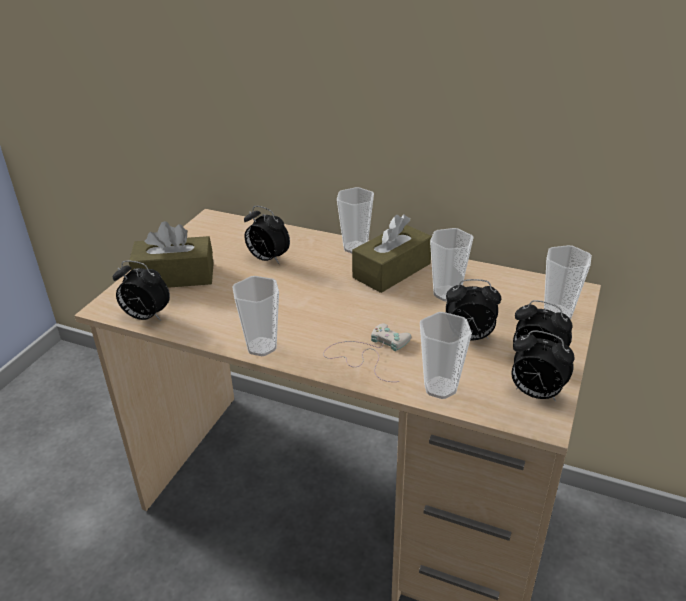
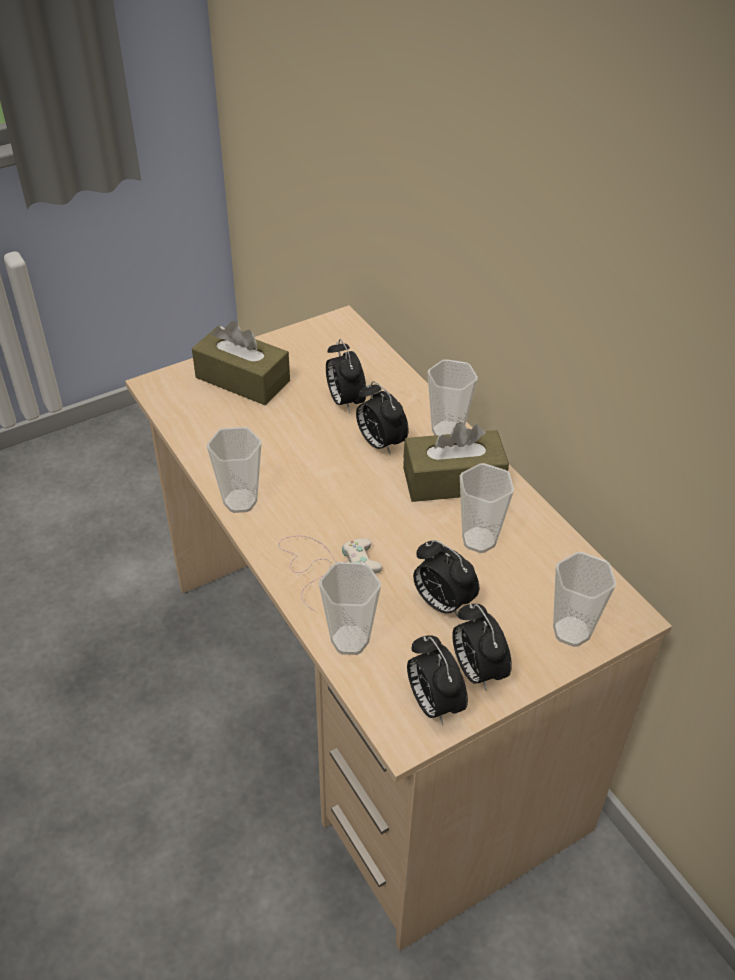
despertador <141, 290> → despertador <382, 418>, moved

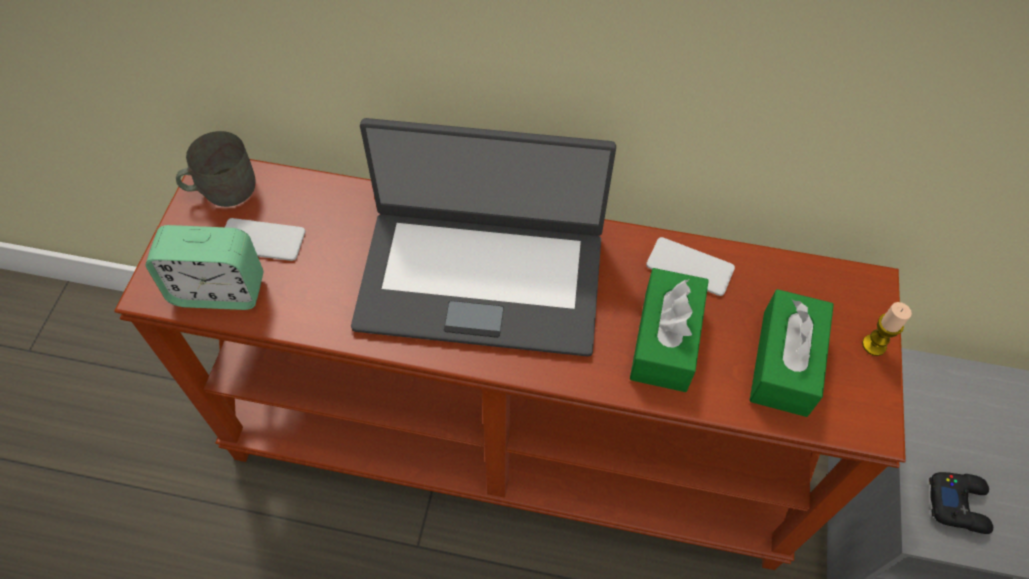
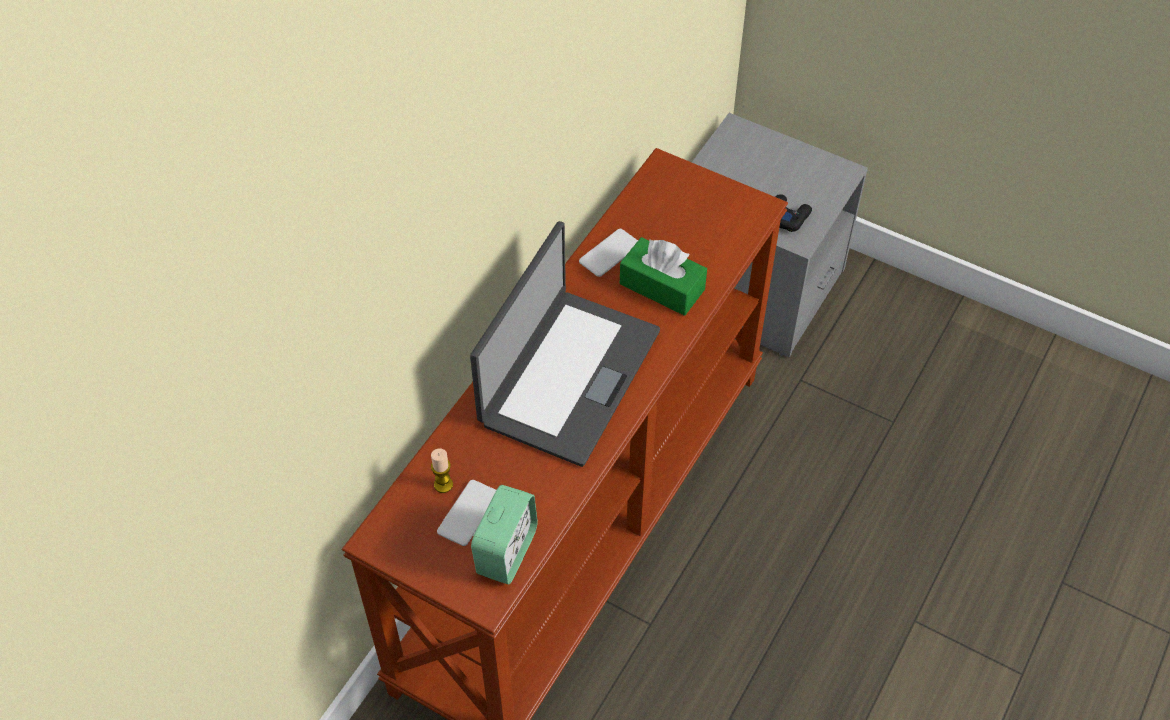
taza grande (gris) <216, 169> → -
caja de pañuelos (verde) <791, 353> → -
vela <887, 329> → vela <442, 471>, moved

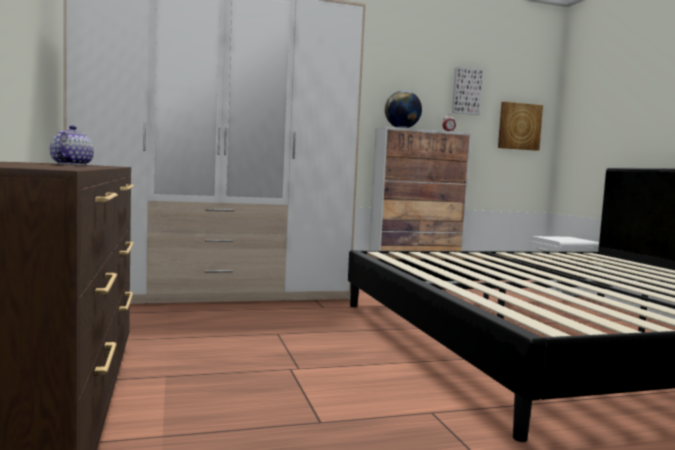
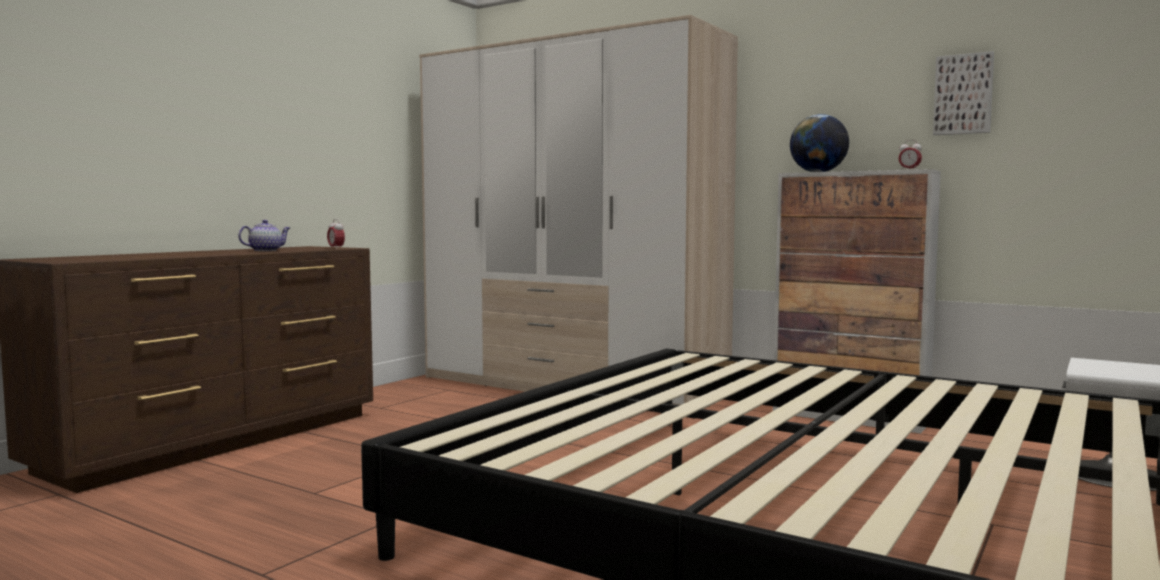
cuadro <520, 126> → -
- → despertador <336, 234>

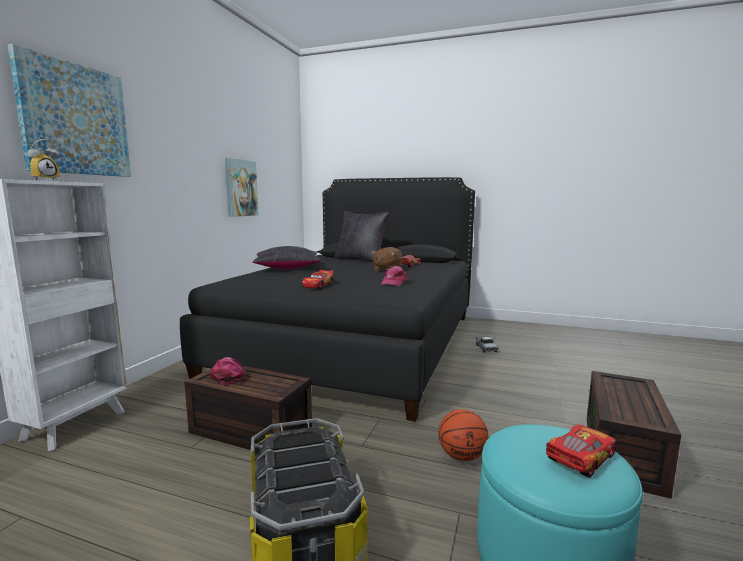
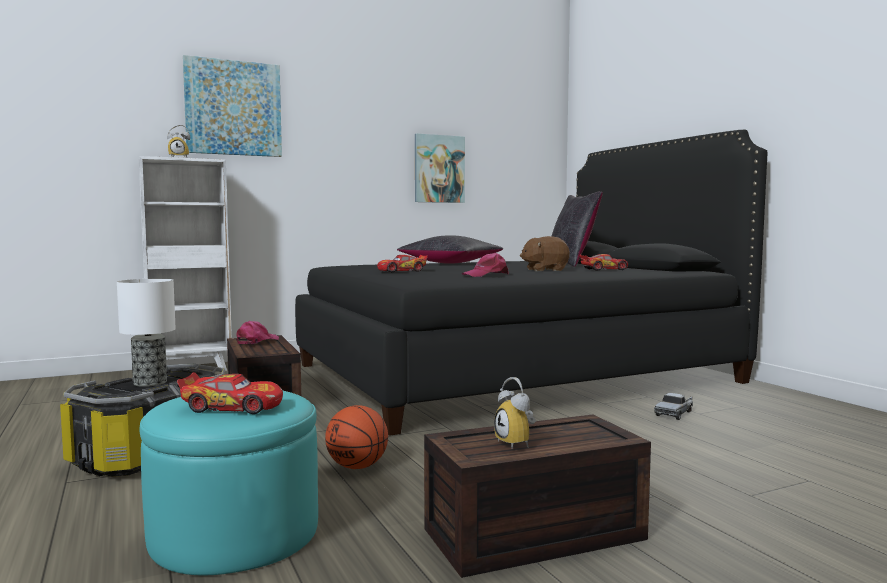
- → lámpara de mesa <146, 333>
- → despertador <515, 412>

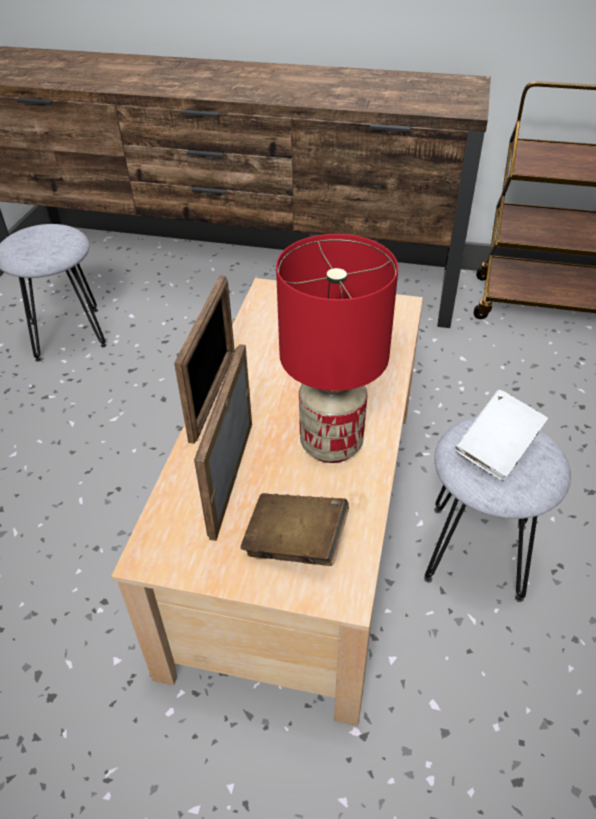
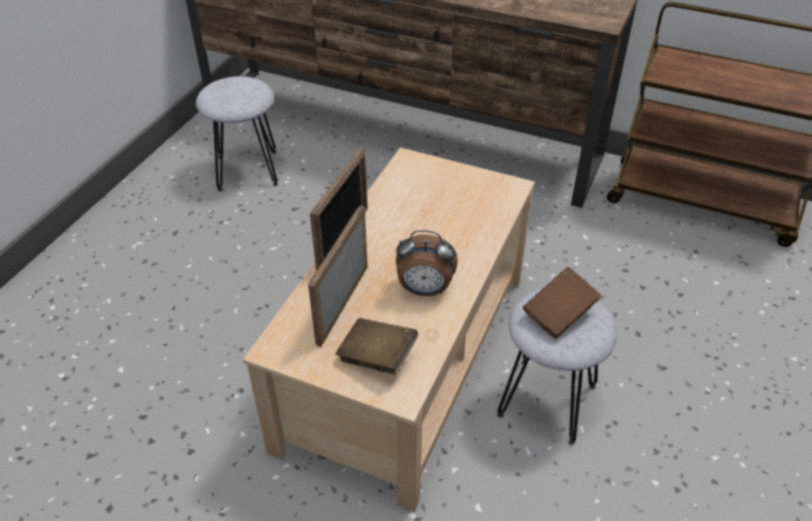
lámpara de mesa (rojo) <337, 348> → despertador <427, 263>
libro (blanco) <501, 435> → libro (marrón) <562, 303>

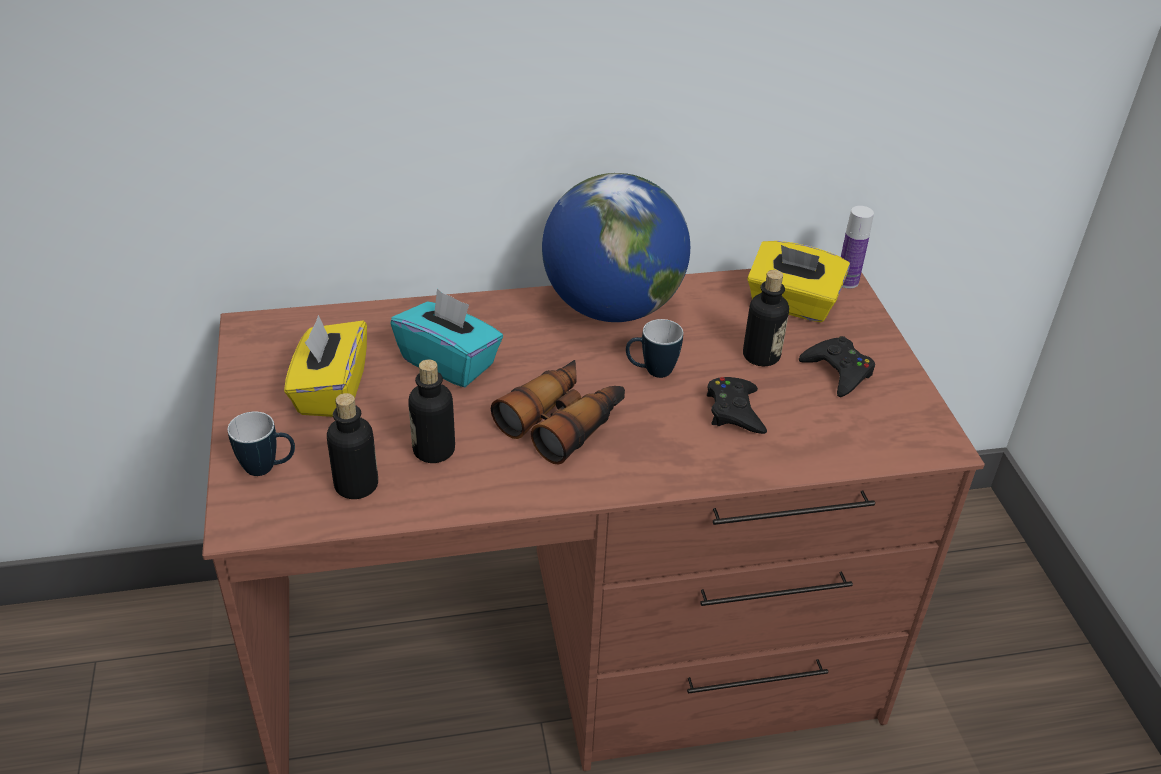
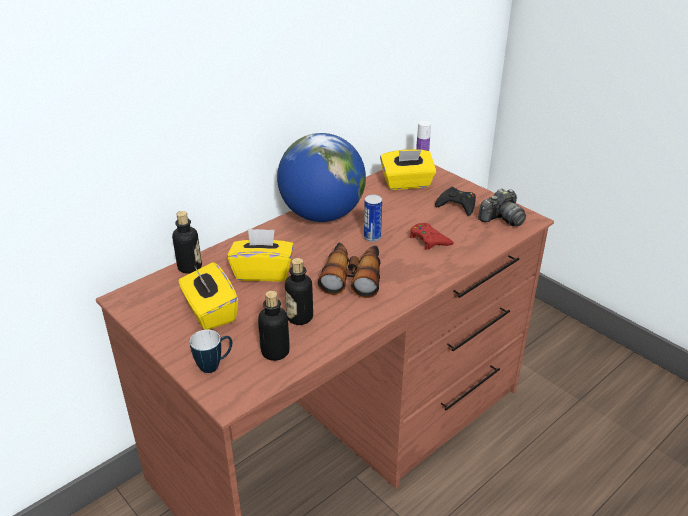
caja de pañuelos (turquesa) <446, 338> → caja de pañuelos (amarillo) <260, 255>
taza grande <654, 348> → lata <373, 218>
mando de consola (negro) <737, 405> → mando de consola (rojo) <432, 236>
botella <766, 318> → botella <187, 242>, moved
- → cámara <502, 207>

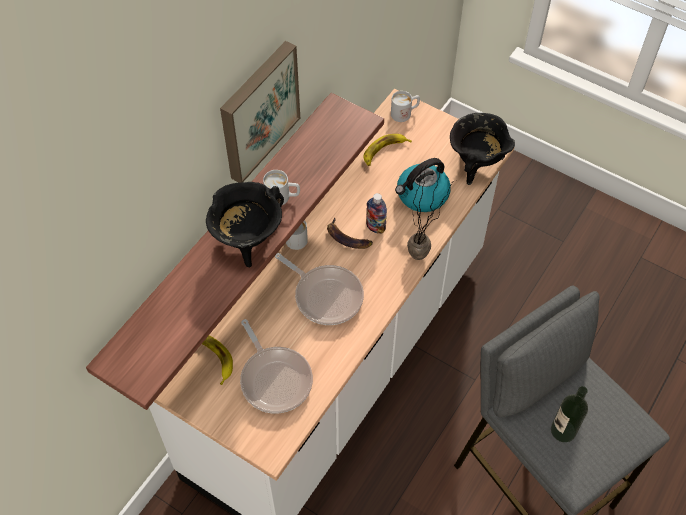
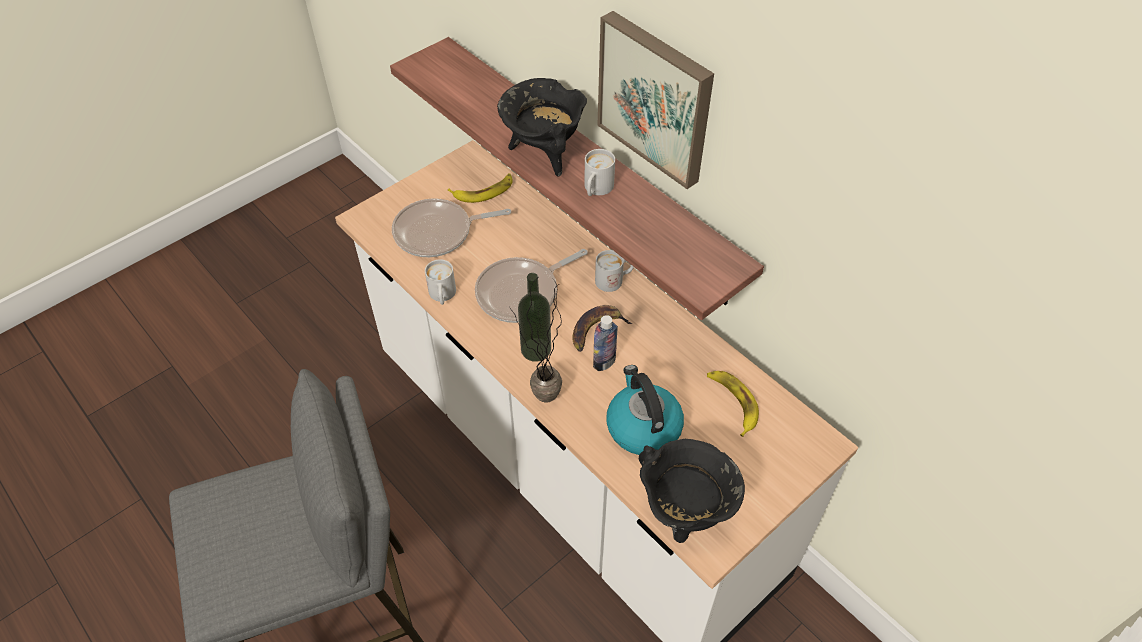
taza grande (blanco) <405, 106> → taza grande (blanco) <440, 282>, moved
botella <569, 414> → botella <534, 317>, moved

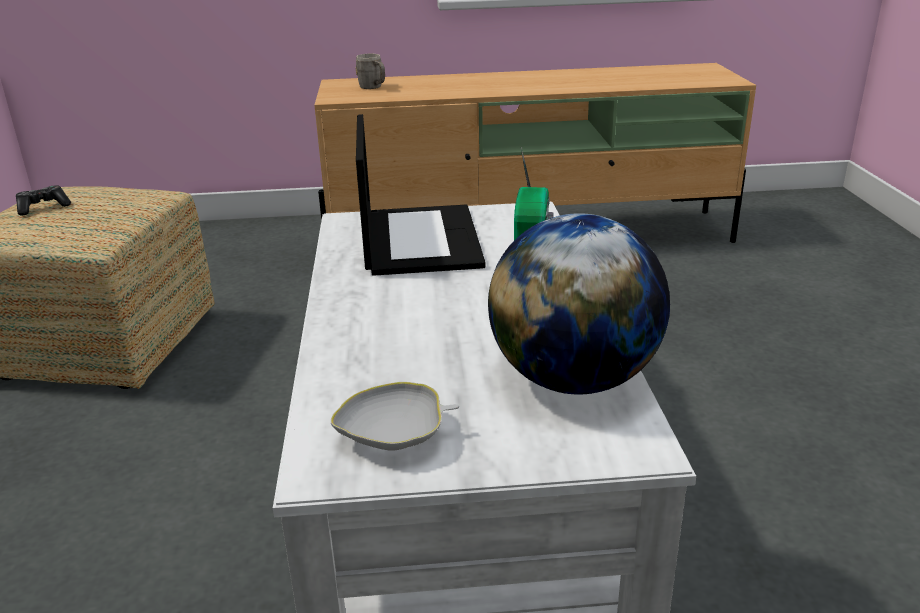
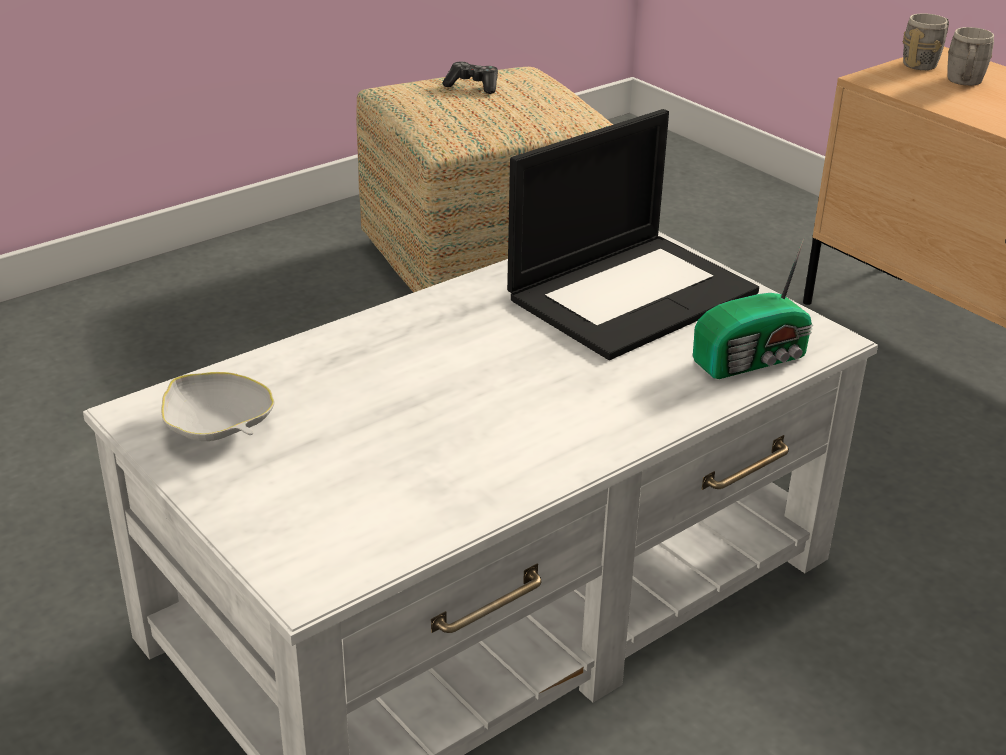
globo terráqueo <579, 303> → -
- → taza grande (gris) <926, 41>

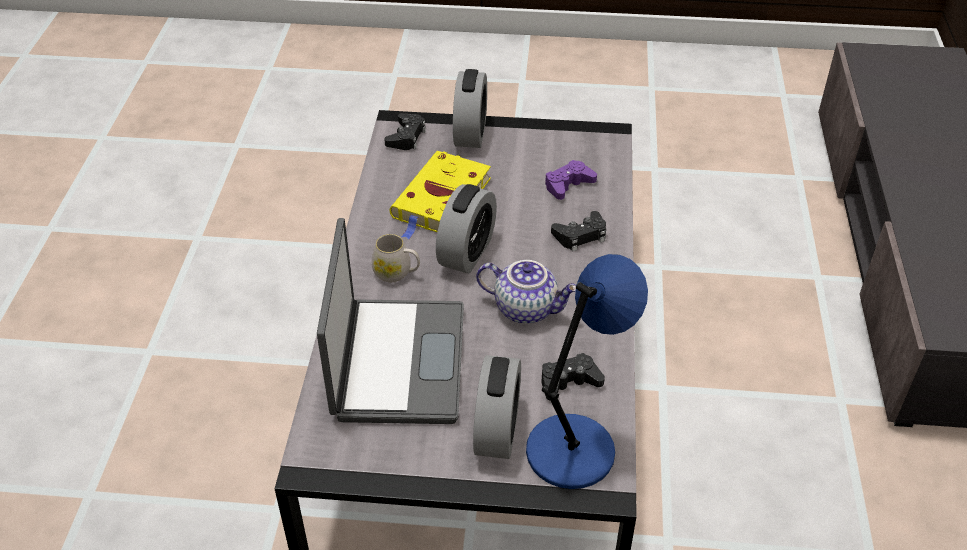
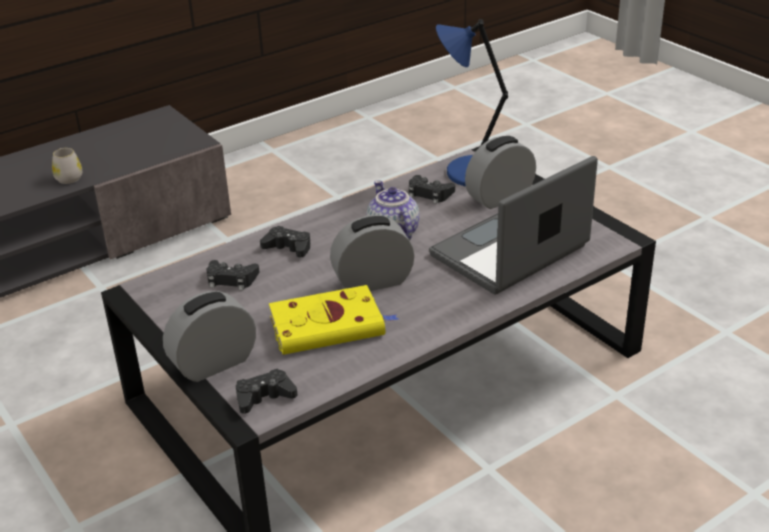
taza grande (blanco) <396, 258> → taza grande (blanco) <67, 166>, moved
mando de consola (morado) <571, 180> → mando de consola (negro) <232, 275>

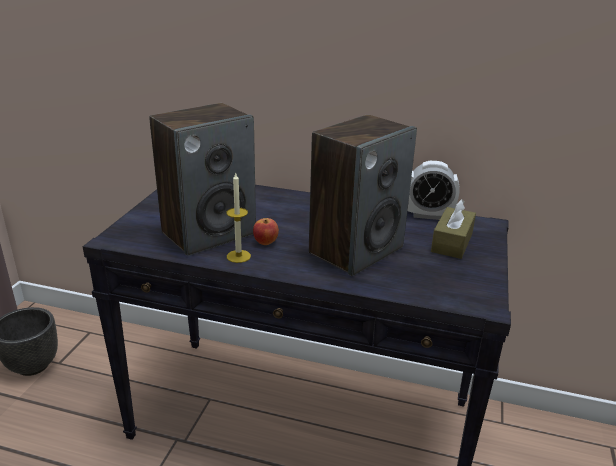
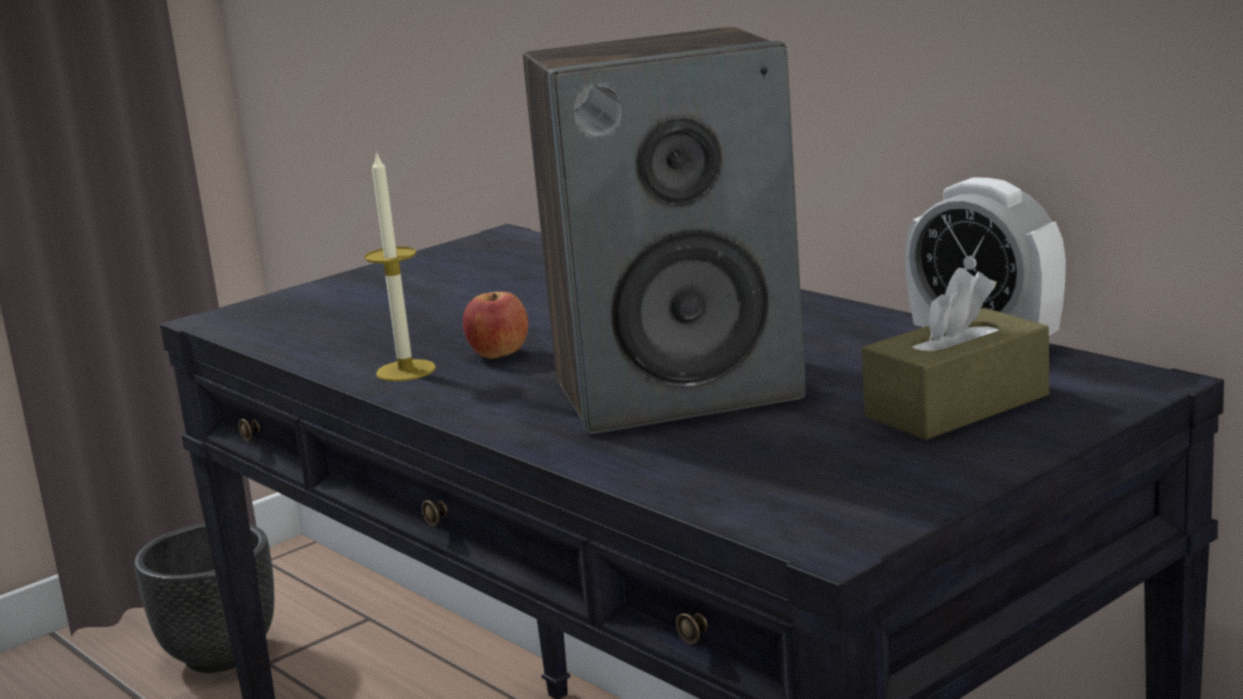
altavoz <202, 179> → -

